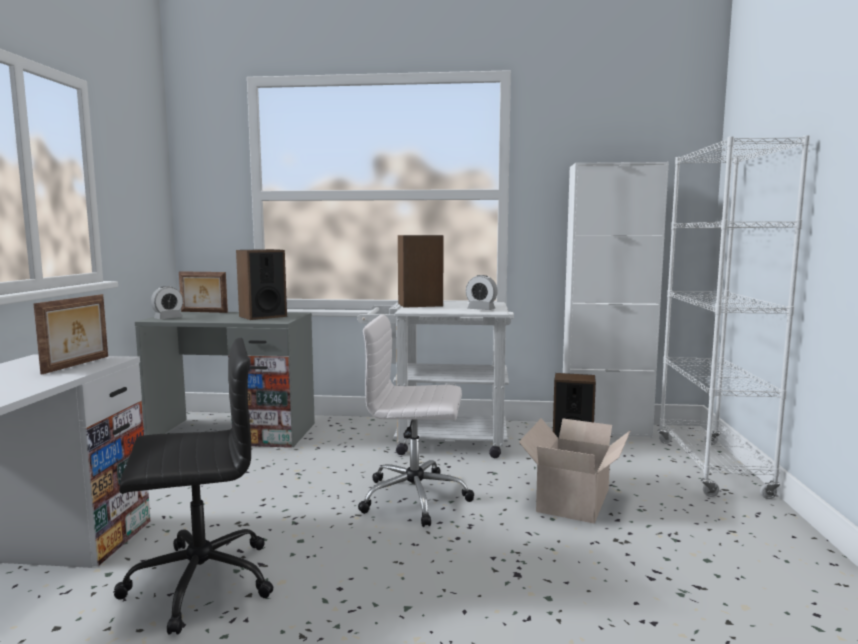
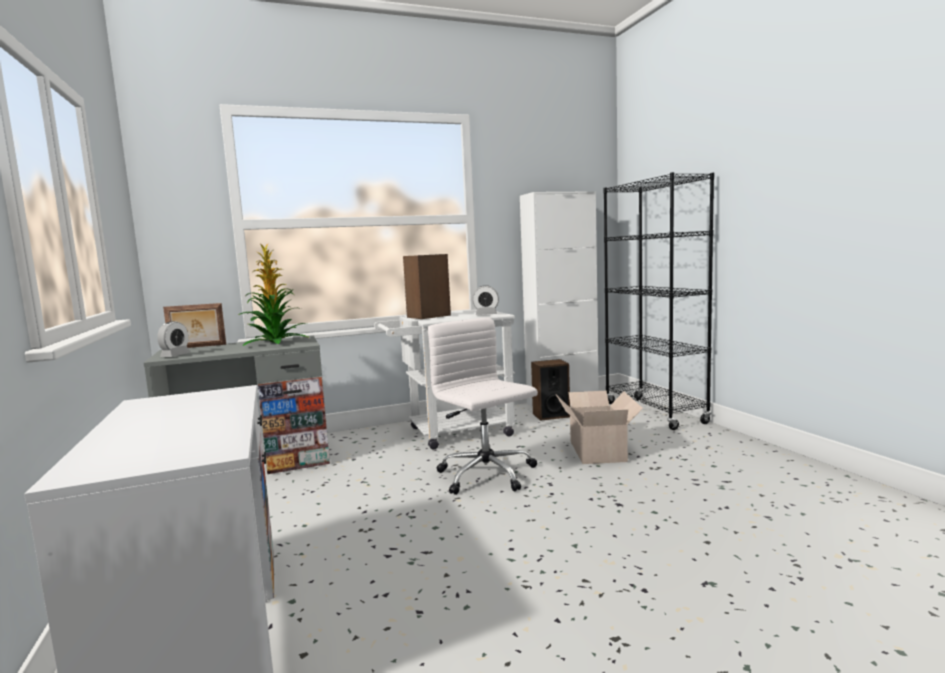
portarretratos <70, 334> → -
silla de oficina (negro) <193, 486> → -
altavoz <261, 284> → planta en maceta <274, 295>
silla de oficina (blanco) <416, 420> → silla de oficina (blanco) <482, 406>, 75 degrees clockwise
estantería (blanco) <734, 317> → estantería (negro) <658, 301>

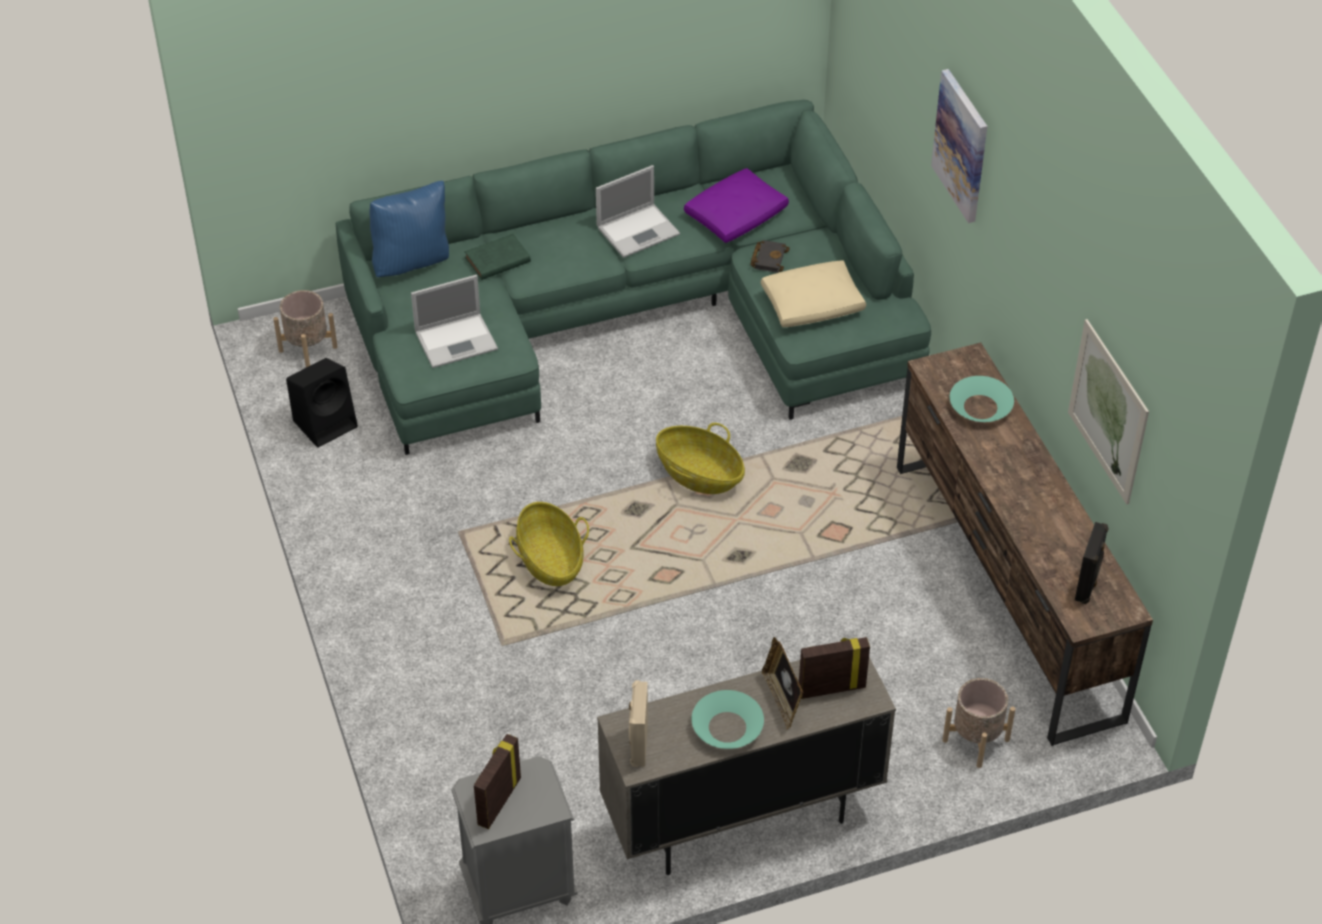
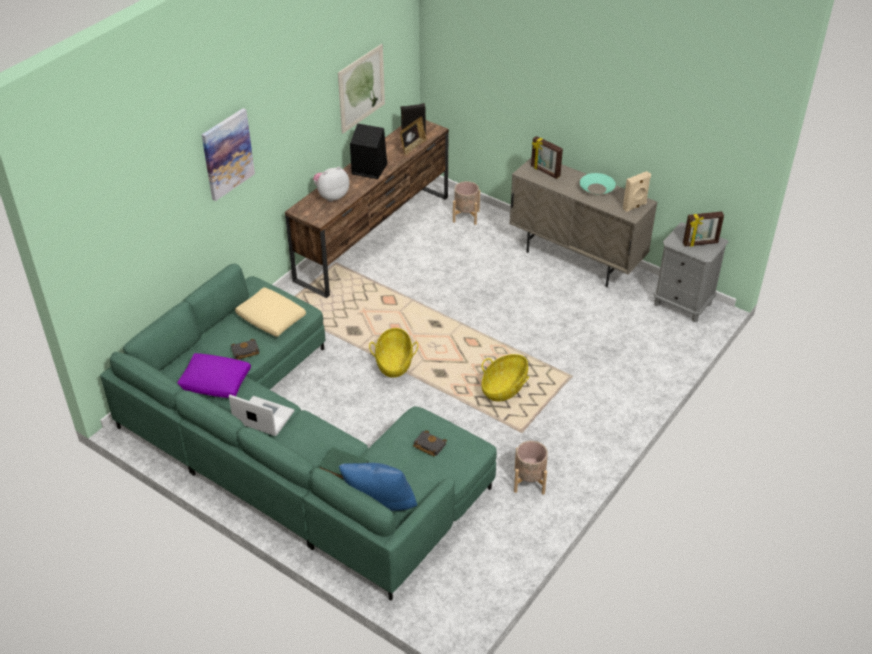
maceta (beis) <305, 329> → maceta (beis) <531, 467>, moved
altavoz (negro) <322, 403> → altavoz (negro) <368, 151>, moved
portátil <454, 321> → libro (negro) <430, 443>
portarretratos <783, 683> → portarretratos <413, 136>, moved
cuenco (turquesa) <982, 399> → peluche <331, 184>

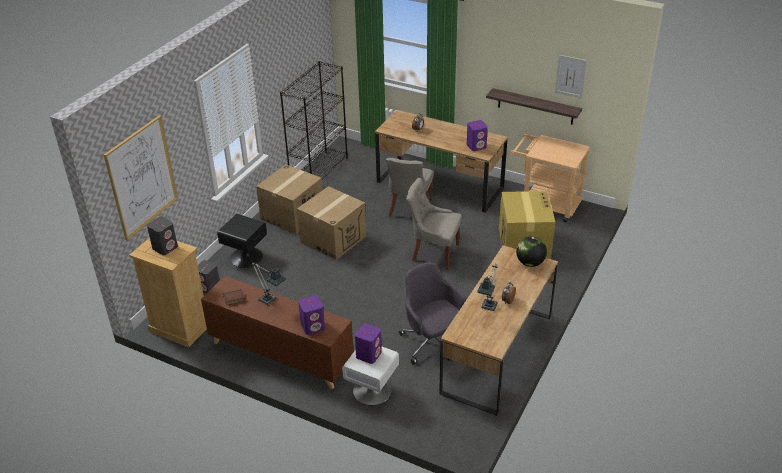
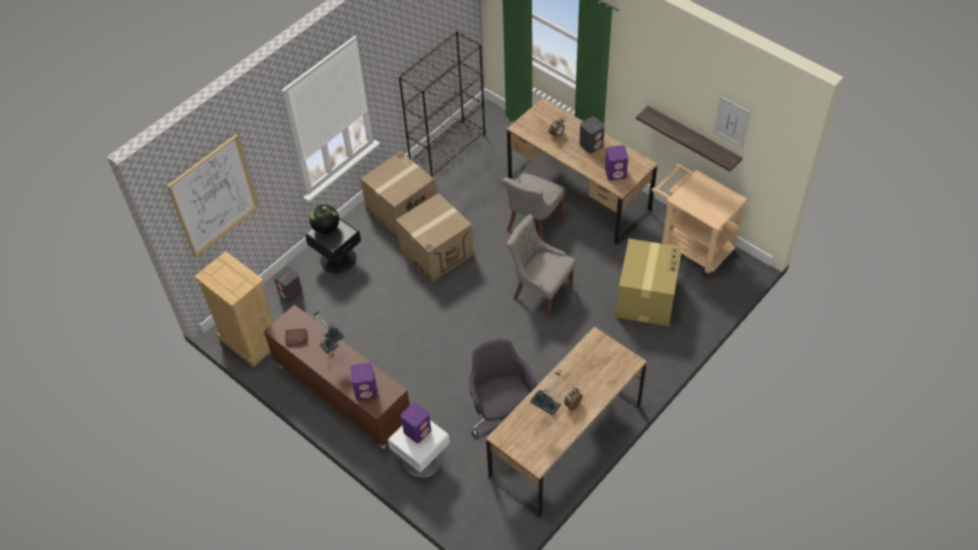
altavoz (gris) <162, 235> → altavoz (gris) <592, 134>, moved
globo terráqueo <531, 252> → globo terráqueo <324, 219>, moved

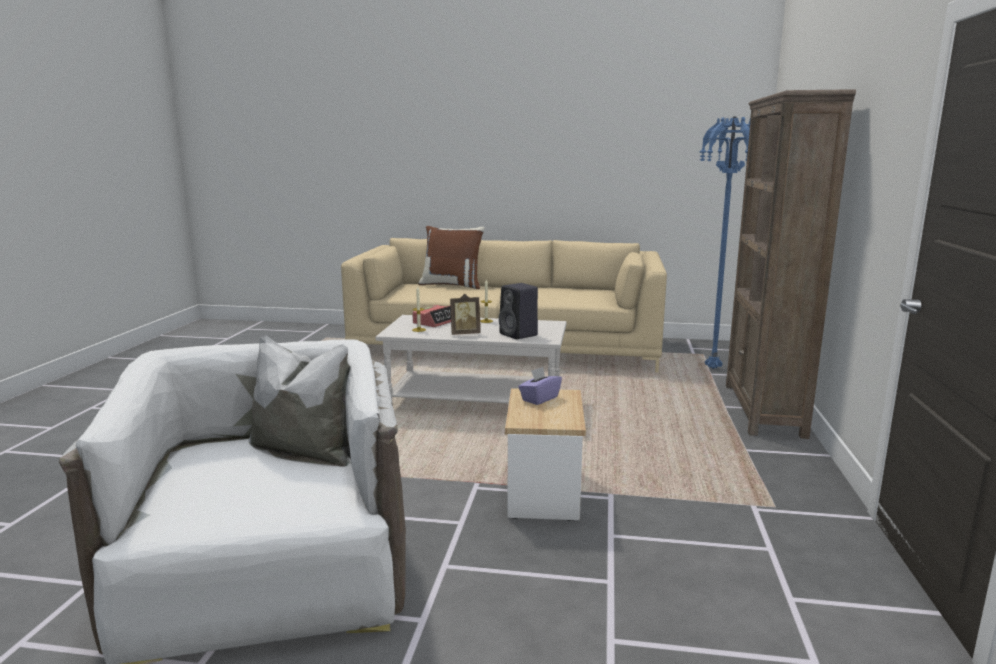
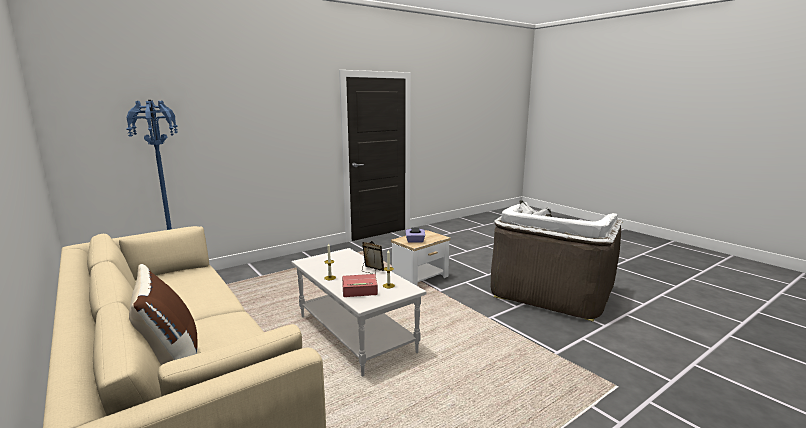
altavoz (negro) <518, 311> → -
estantería (marrón) <791, 264> → -

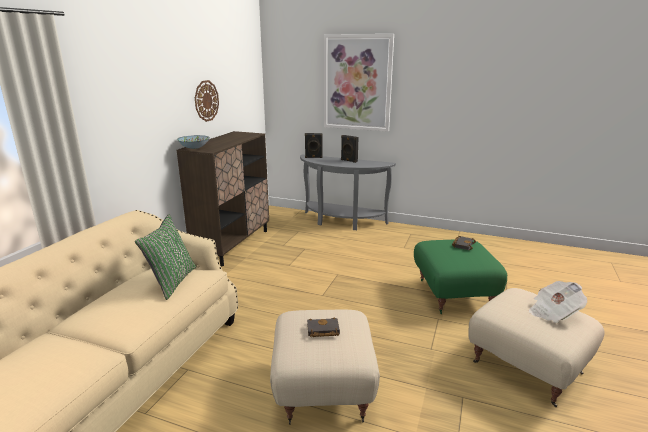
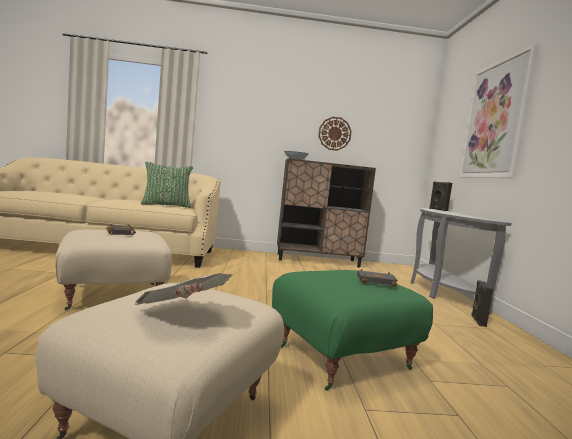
altavoz (negro) <349, 149> → altavoz (negro) <482, 303>, moved

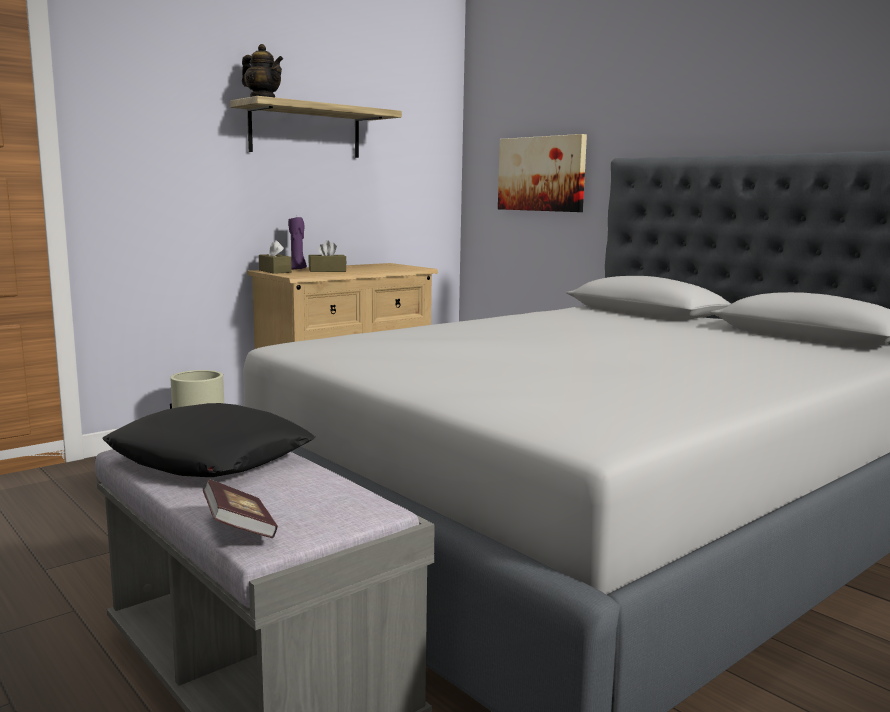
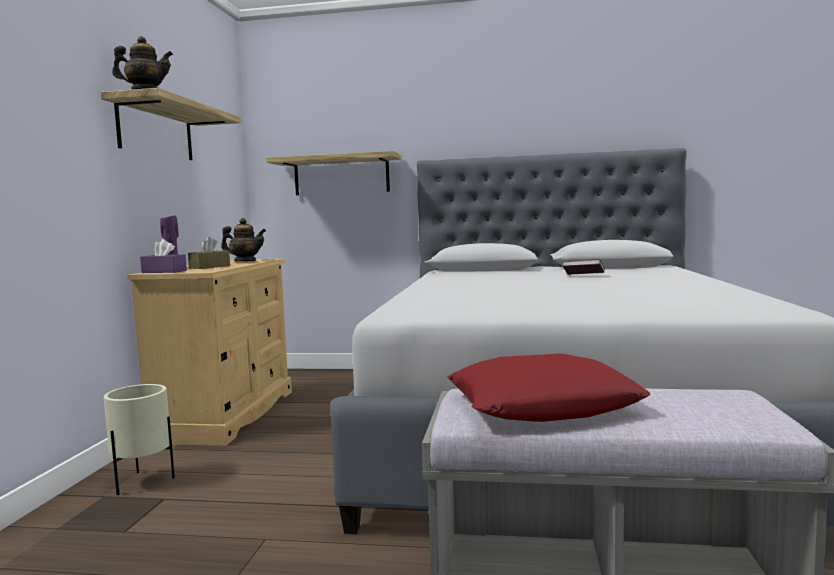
cojín (negro) <209, 440> → cojín (rojo) <549, 387>
libro <240, 508> → libro <584, 267>, moved
caja de pañuelos (marrón) <275, 257> → caja de pañuelos (morado) <163, 256>
cuadro <542, 173> → estante <334, 173>
- → tetera <243, 240>

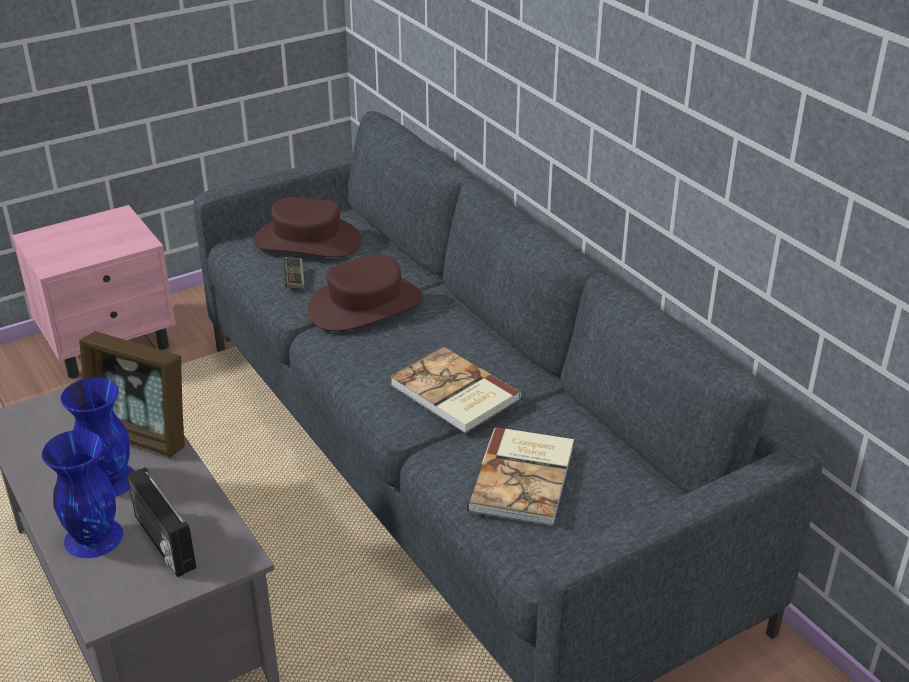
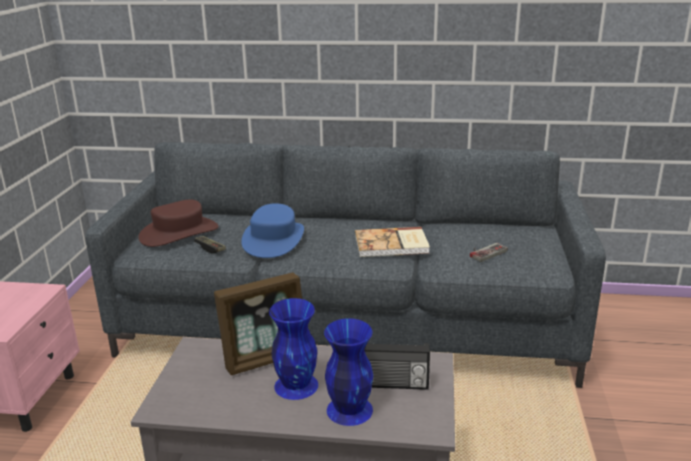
sombrero (marrón) <365, 292> → sombrero (azul) <272, 230>
libro <520, 476> → mando de consola <489, 252>

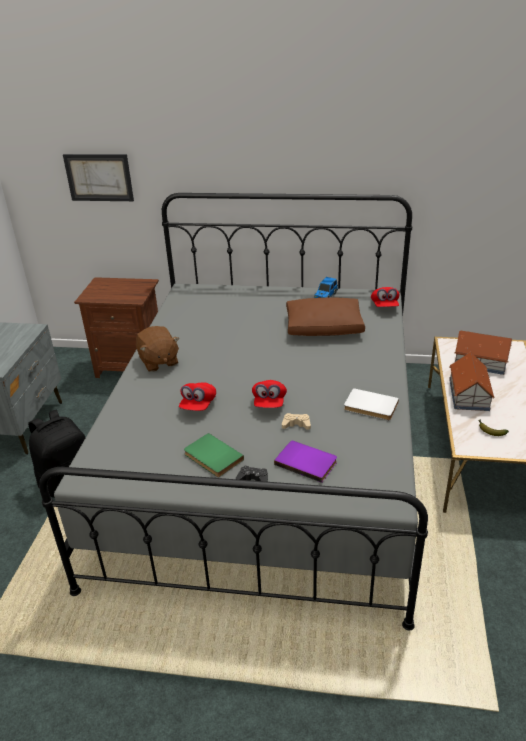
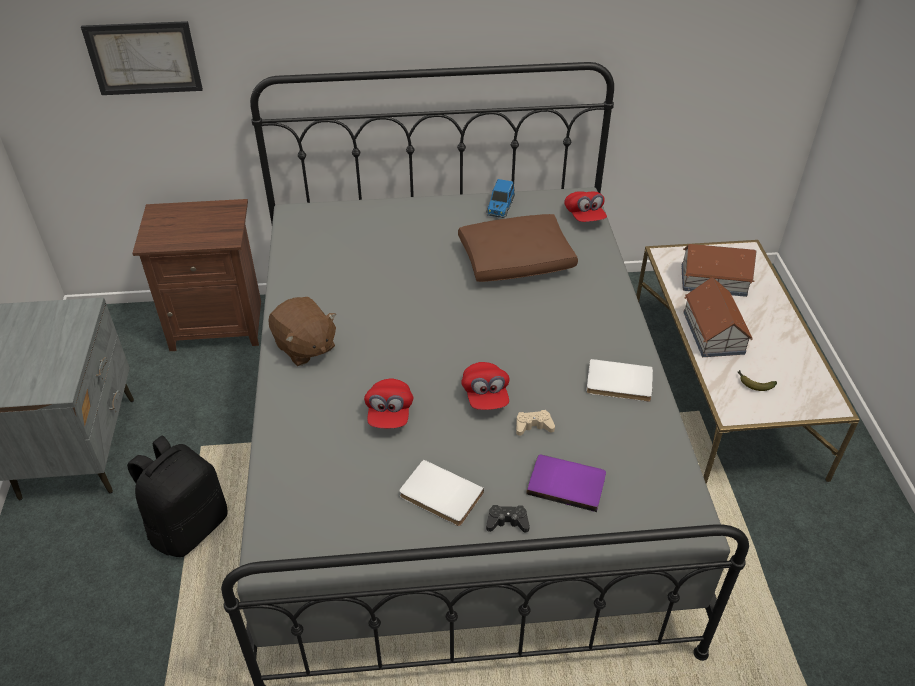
libro (verde) <214, 455> → libro (blanco) <441, 492>

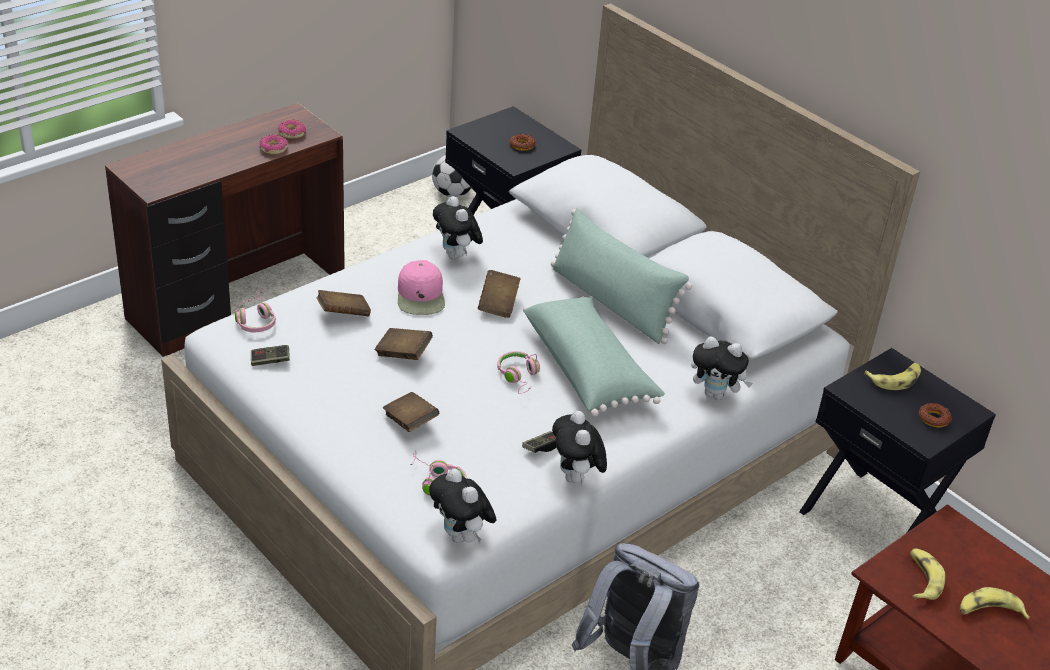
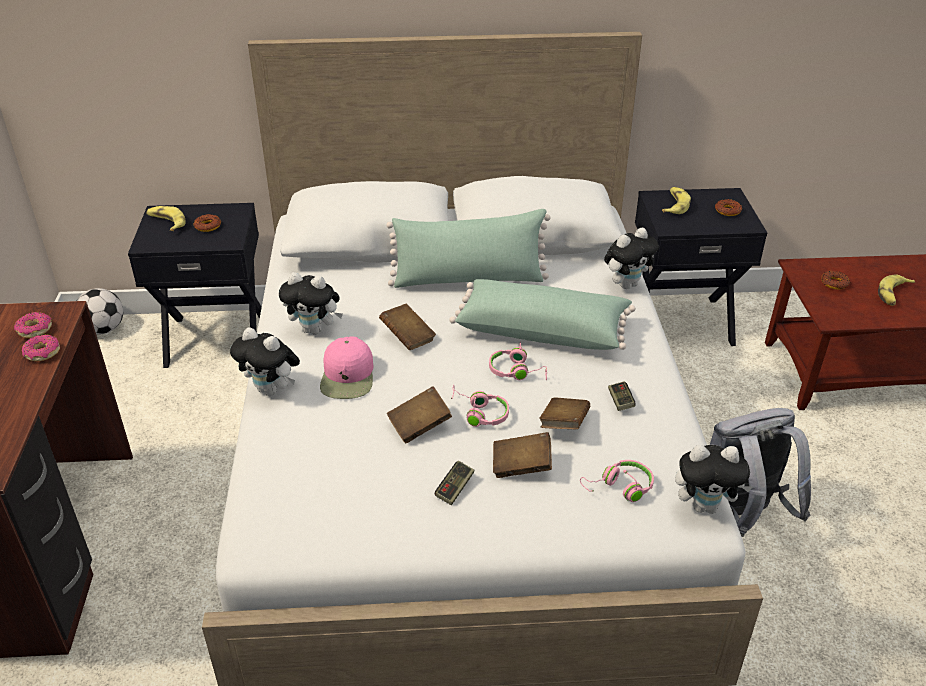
auriculares (rosa) <255, 311> → auriculares (rosa) <480, 406>, moved
mando de consola <270, 355> → mando de consola <454, 483>, moved
libro (marrón) <343, 303> → libro (marrón) <564, 413>, moved
gorra (rosa) <421, 287> → gorra (rosa) <346, 367>, 60 degrees clockwise
peluche <579, 448> → peluche <265, 361>, moved
plátano <927, 574> → plátano <166, 218>, moved
- → rosquilla <835, 280>

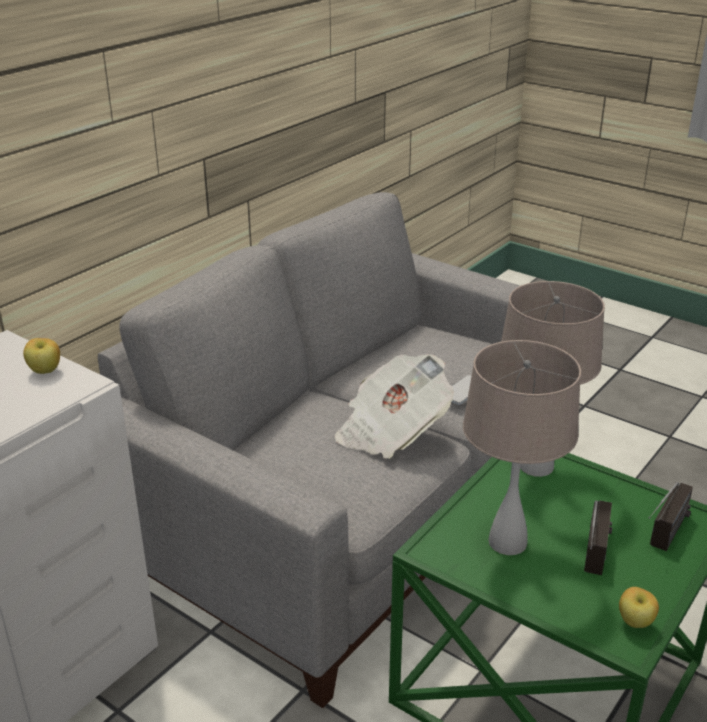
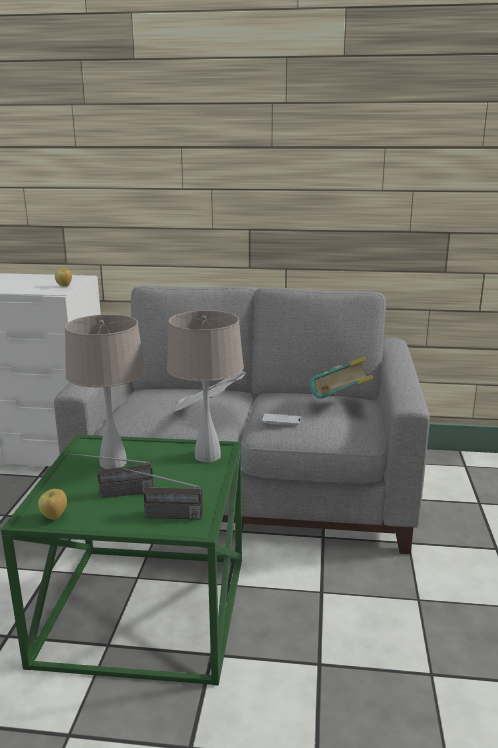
- → libro <341, 378>

